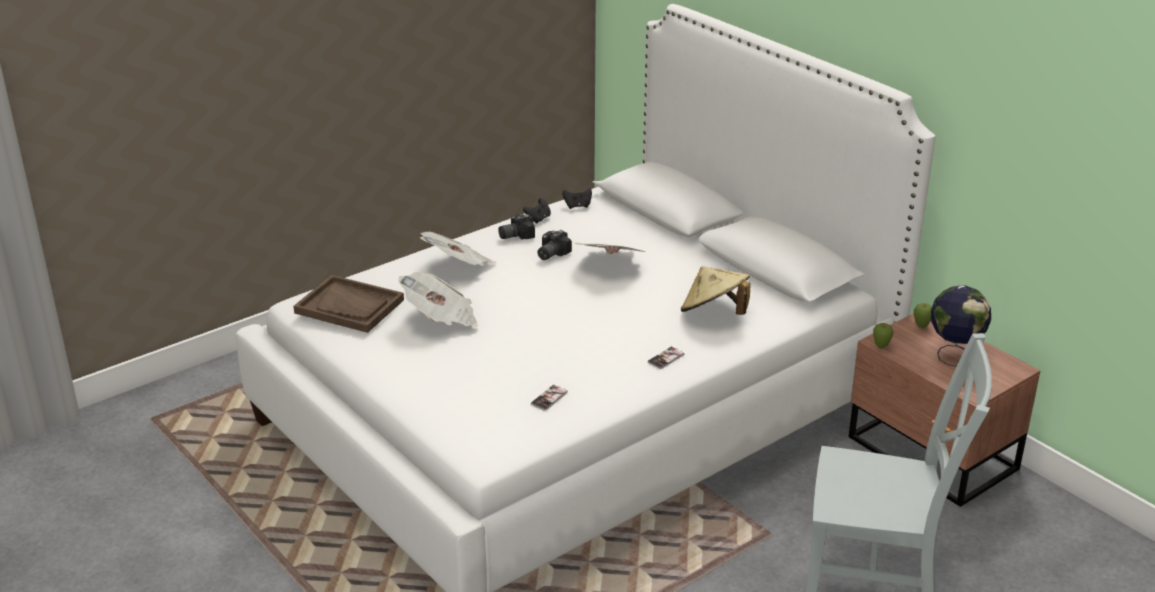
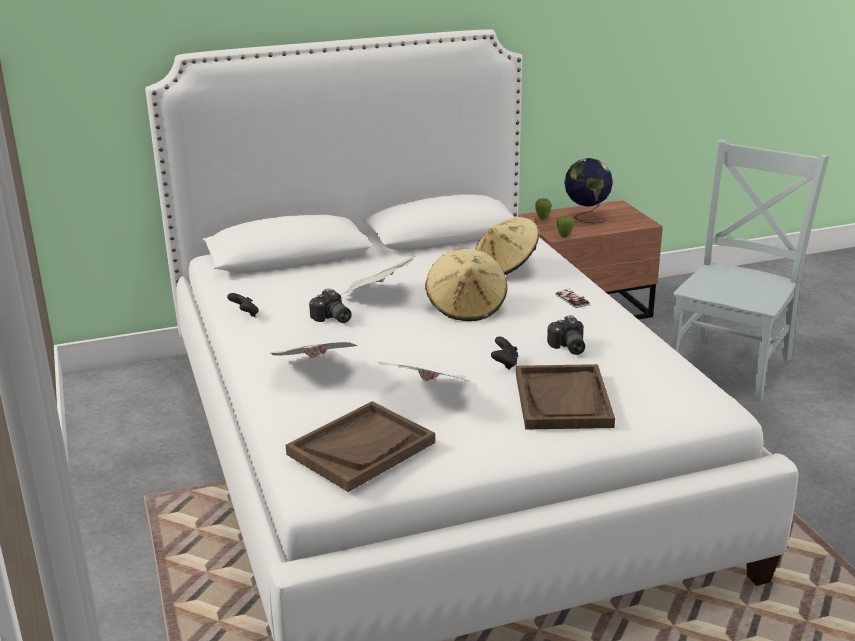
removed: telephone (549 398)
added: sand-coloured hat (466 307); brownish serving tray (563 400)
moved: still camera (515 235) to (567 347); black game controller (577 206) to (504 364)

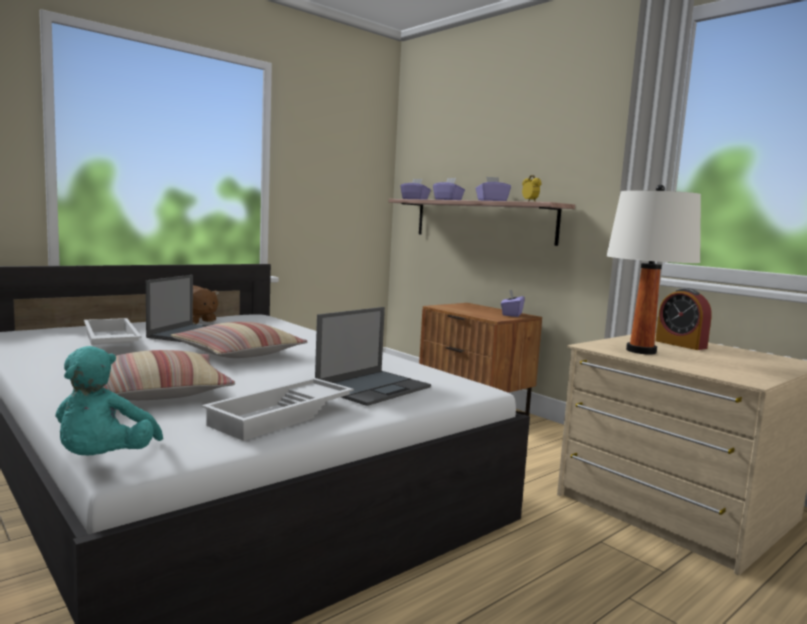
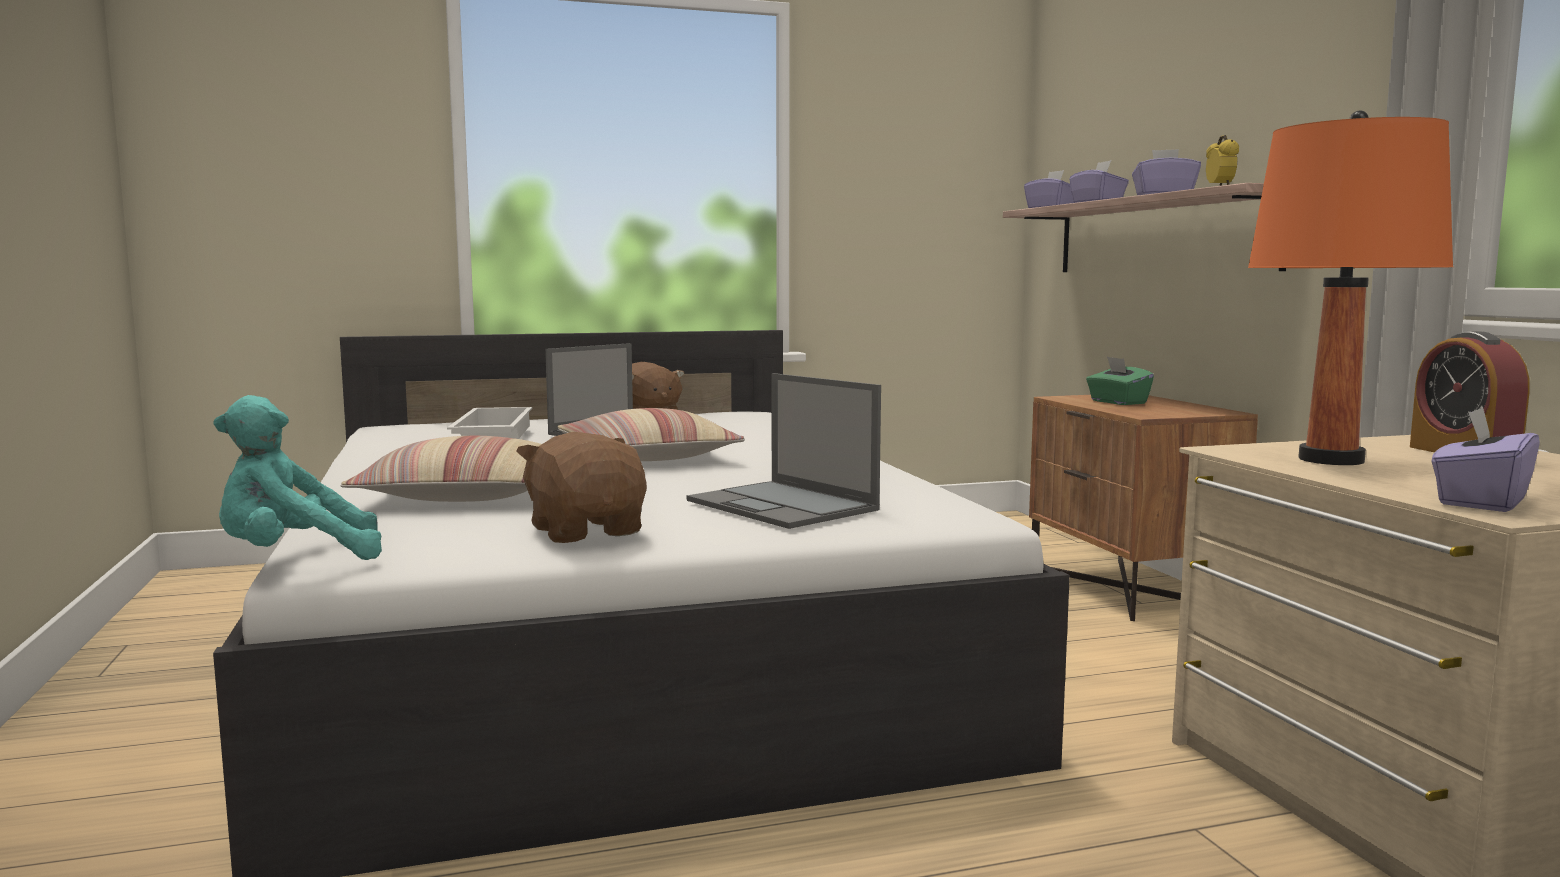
added: green-coloured box of tissues (1117 402)
moved: purple-coloured box of tissues (511 314) to (1480 501)
replaced: white serving tray (282 416) to brownish plush toy (587 531)
recoloured: white table lamp (641 351) to orangey table lamp (1331 460)
turned: turquoise plush toy (104 461) = (295 559) 45 degrees clockwise; portable computer (374 387) = (783 505) 75 degrees clockwise

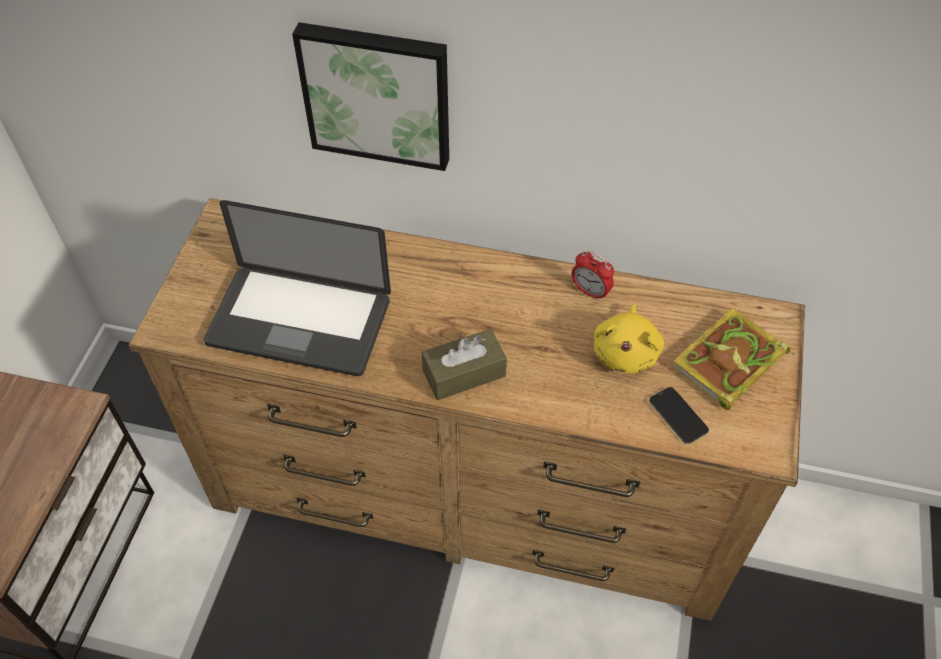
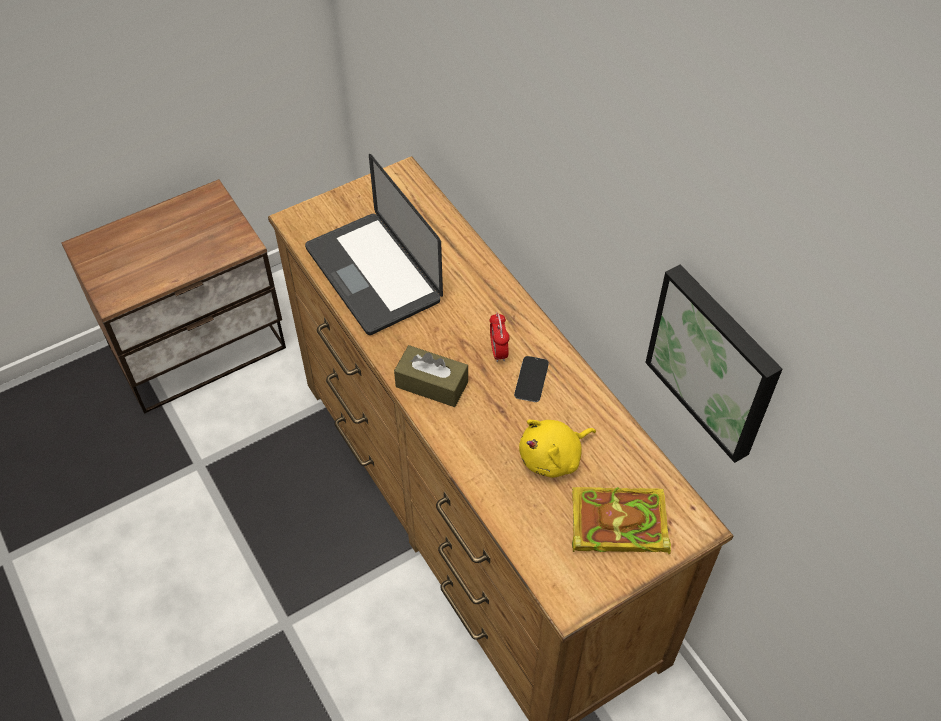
moved: picture (377 94) to (715 361); table clock (590 291) to (498 351); telephone (678 416) to (531 380)

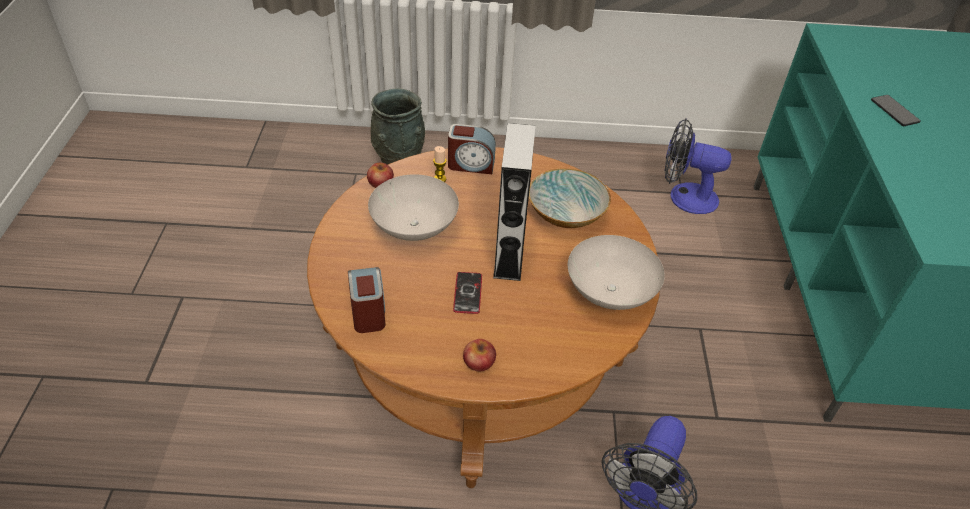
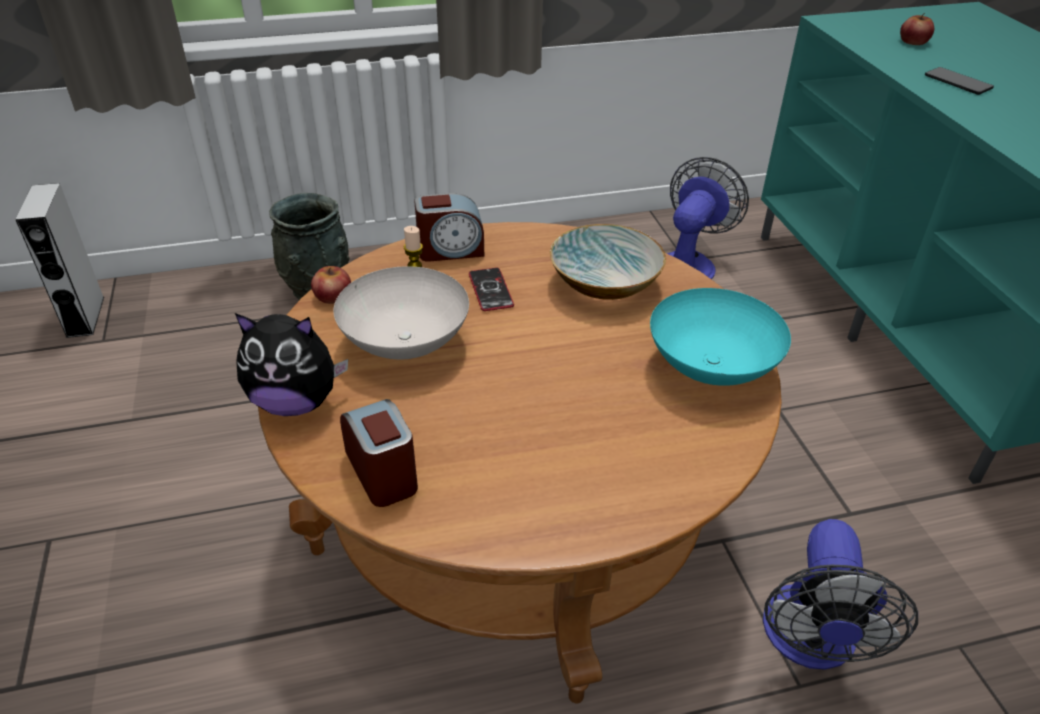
added: plush toy (296 402)
moved: telephone (467 293) to (490 290); apple (479 362) to (913 41); gray audio speaker (509 255) to (85 316)
recoloured: white serving bowl (609 291) to turquoise serving bowl (709 366)
turned: fan (684 196) = (689 263) 120 degrees clockwise

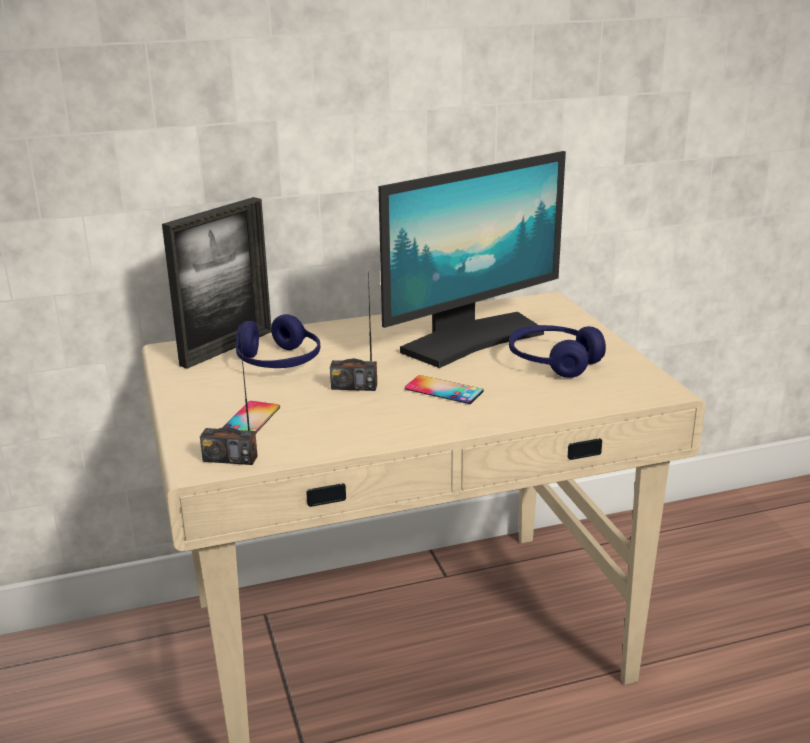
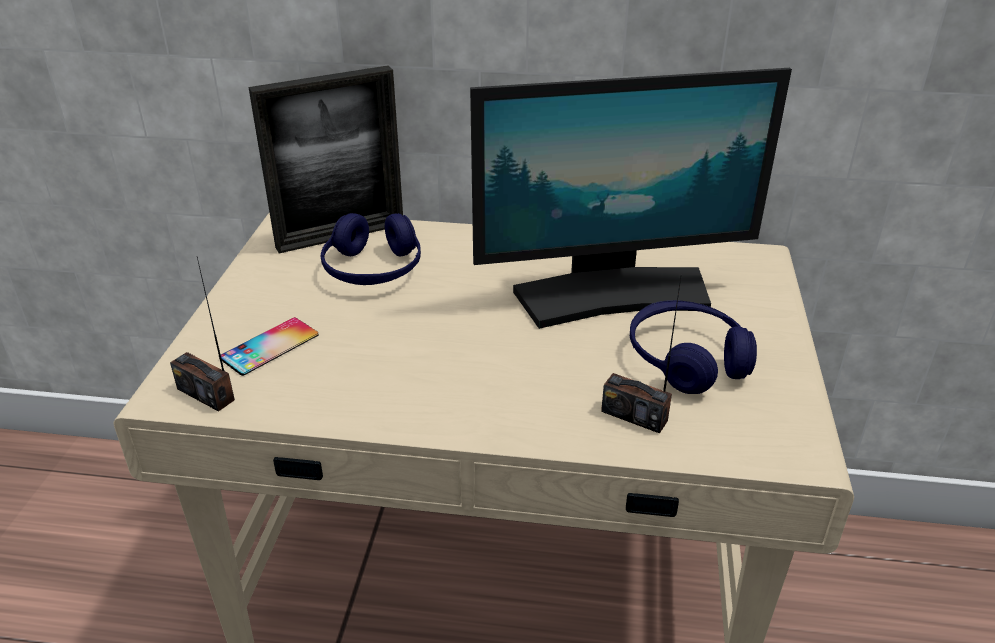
removed: telephone (444 390)
moved: radio (354 386) to (634 415)

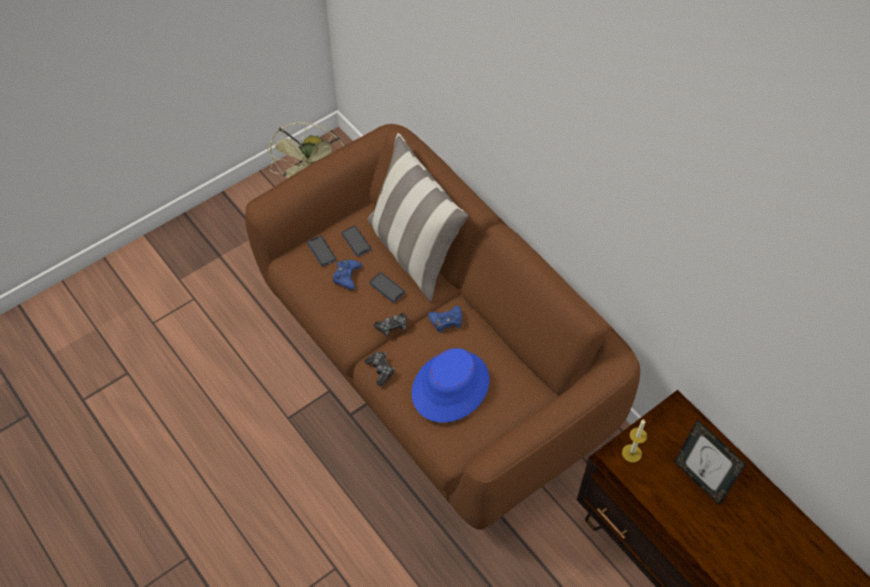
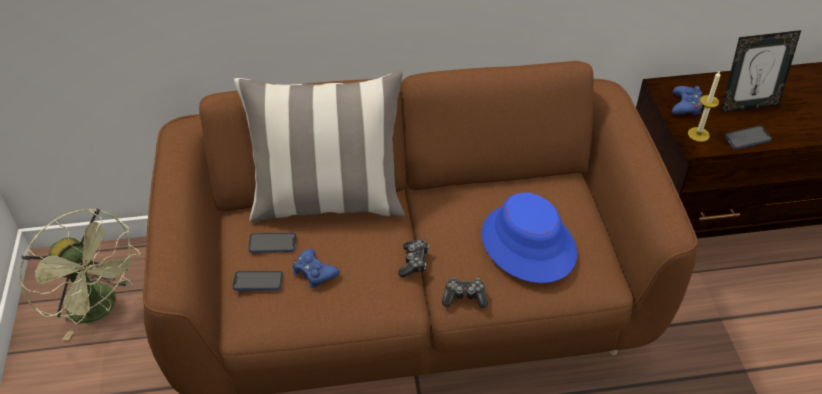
moved: telephone (387 288) to (747 138); blue-coloured game controller (446 321) to (686 105)

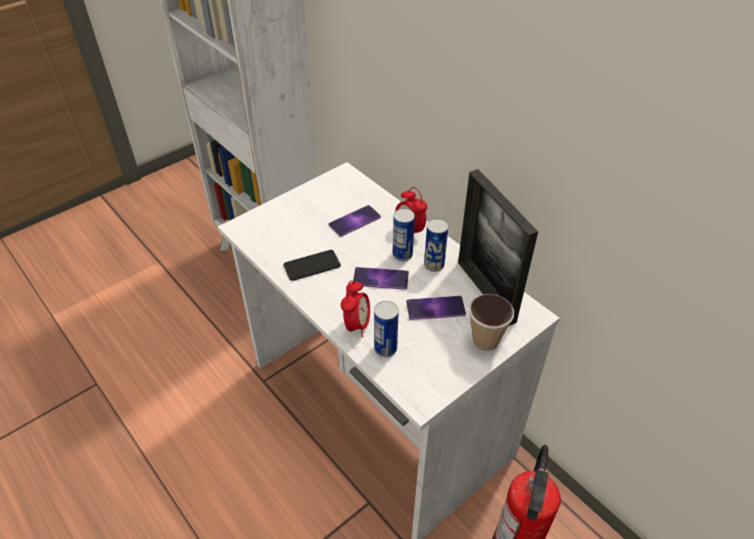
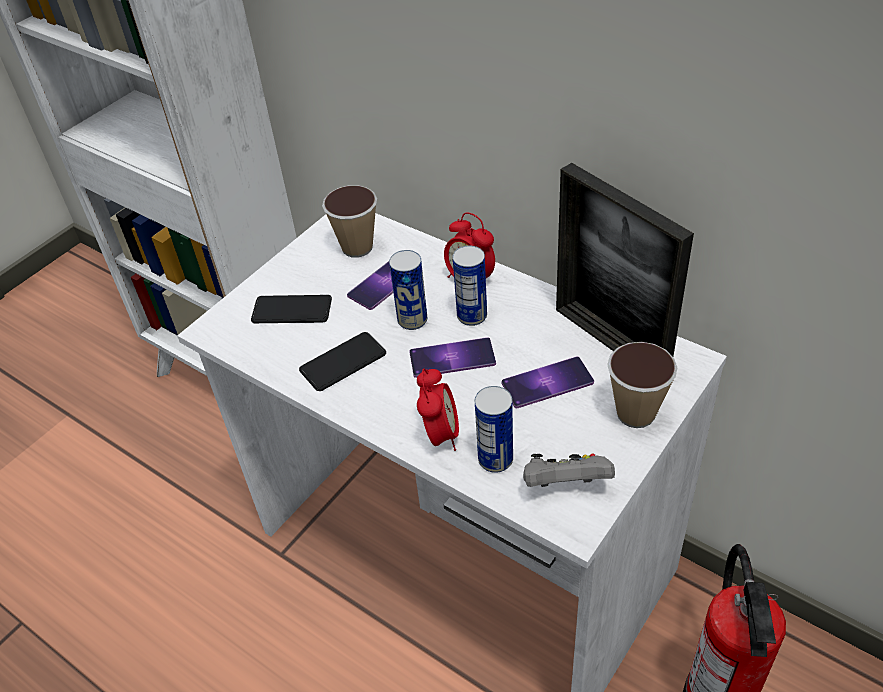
added: telephone (292 310); cup (357 247); gray game controller (565 485)
moved: sealed can (434 265) to (412 320)

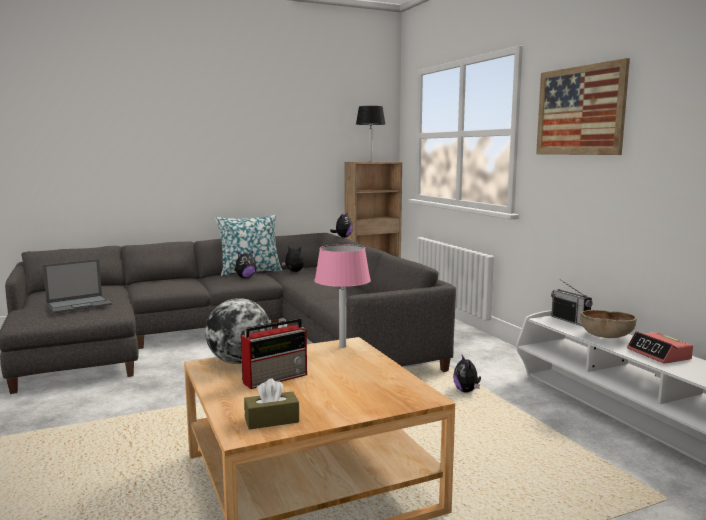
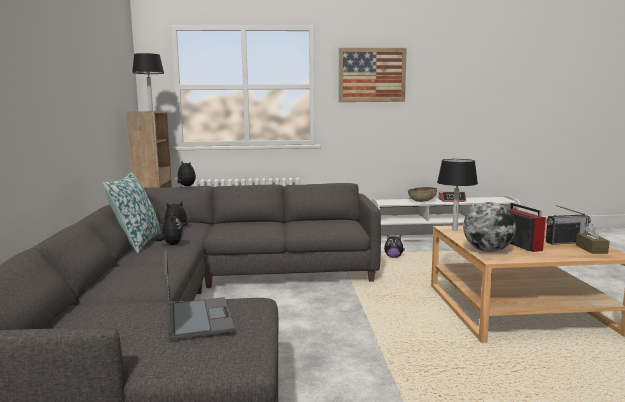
moved: radio (570 320) to (565 242)
recoloured: pink-coloured table lamp (342 346) to black table lamp (455 230)

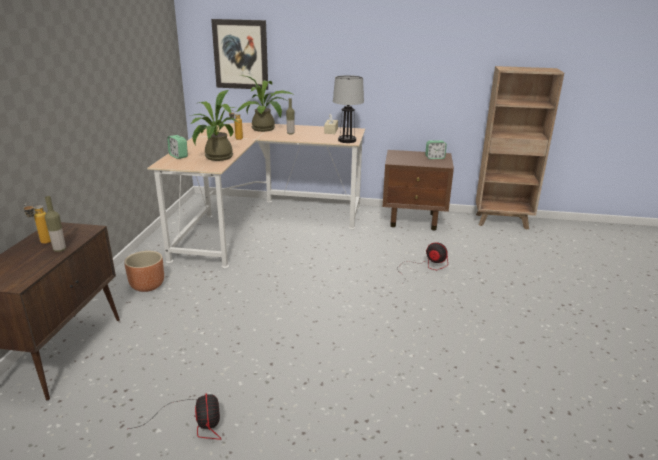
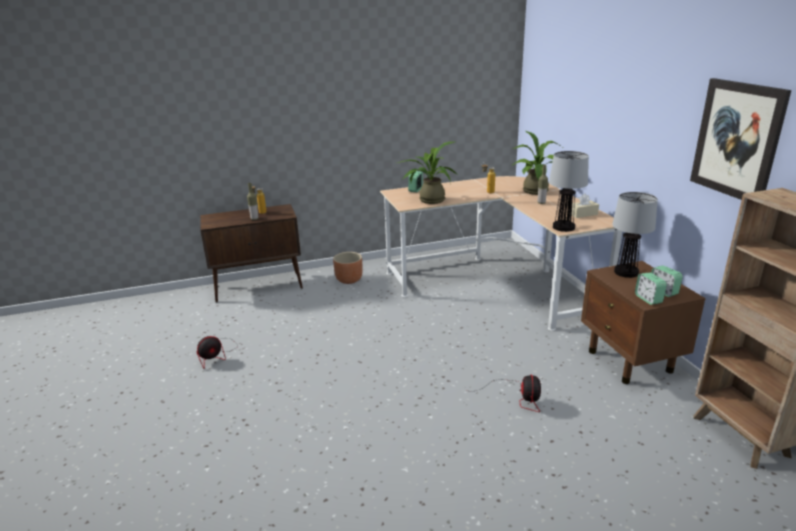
added: table lamp (626 272); table clock (648 299)
moved: picture (240 54) to (737 140)

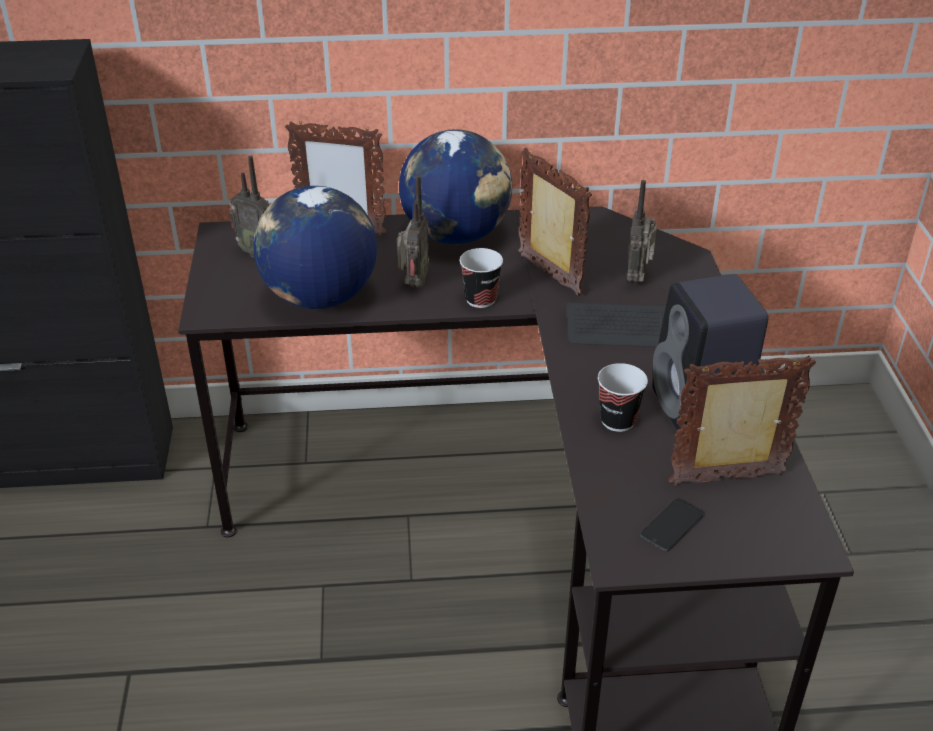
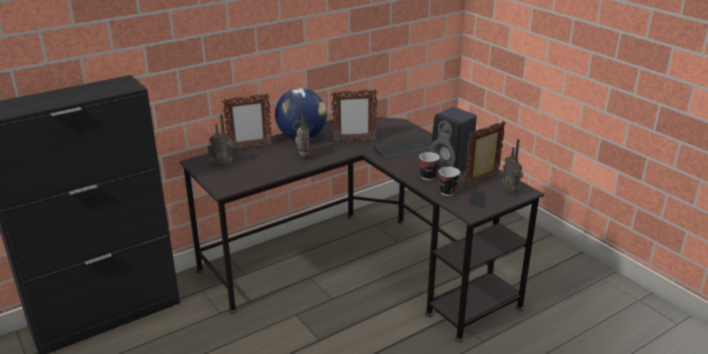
removed: globe (319 298)
moved: cup (480 299) to (447 192); radio (638 278) to (511 190)
turned: standing frame (549 276) = (354 141) 150 degrees clockwise

